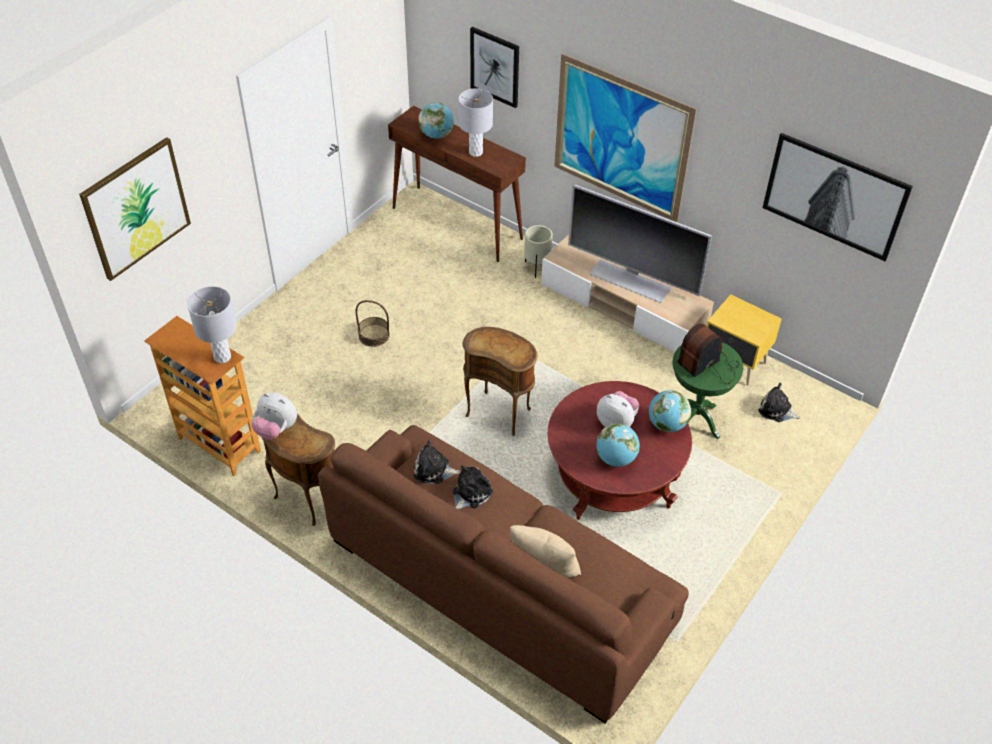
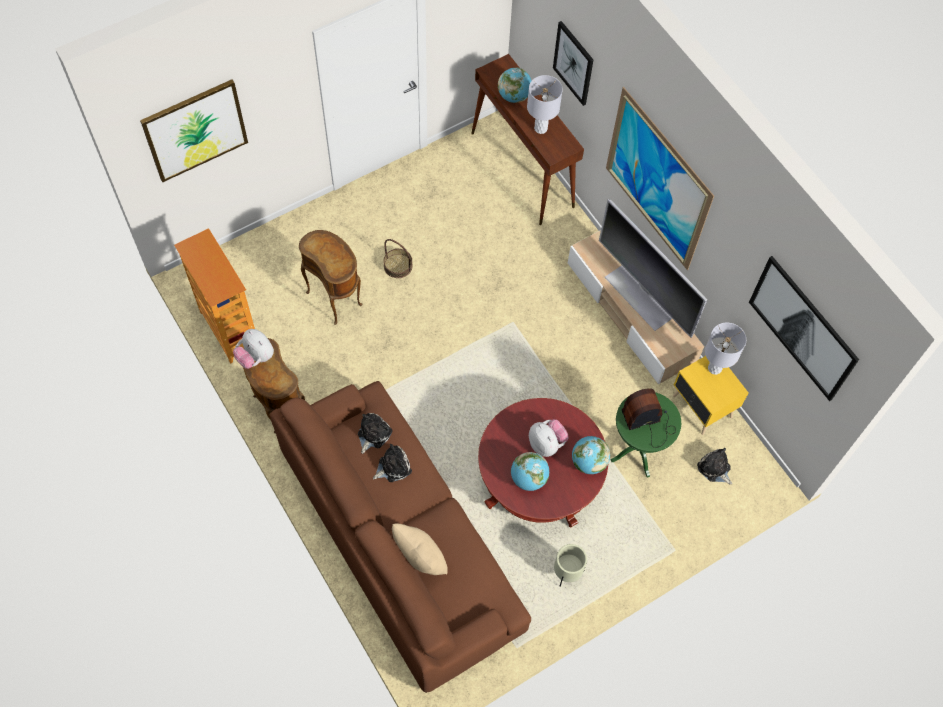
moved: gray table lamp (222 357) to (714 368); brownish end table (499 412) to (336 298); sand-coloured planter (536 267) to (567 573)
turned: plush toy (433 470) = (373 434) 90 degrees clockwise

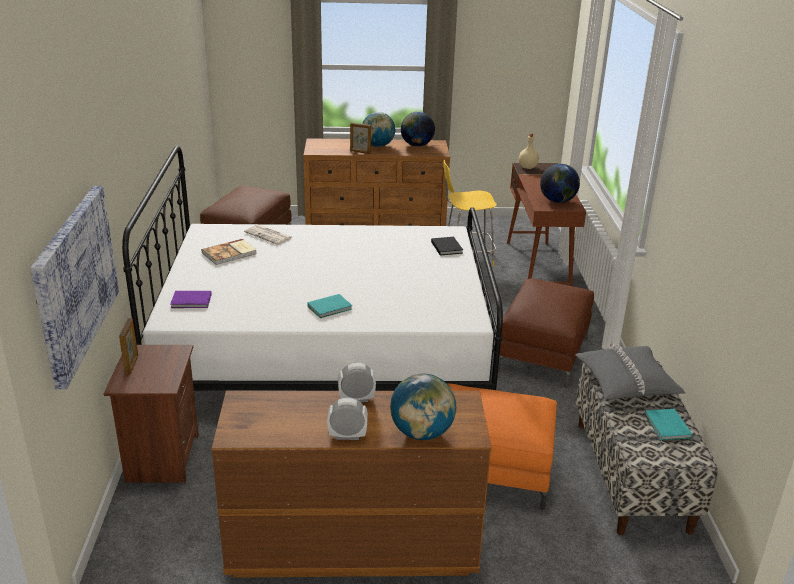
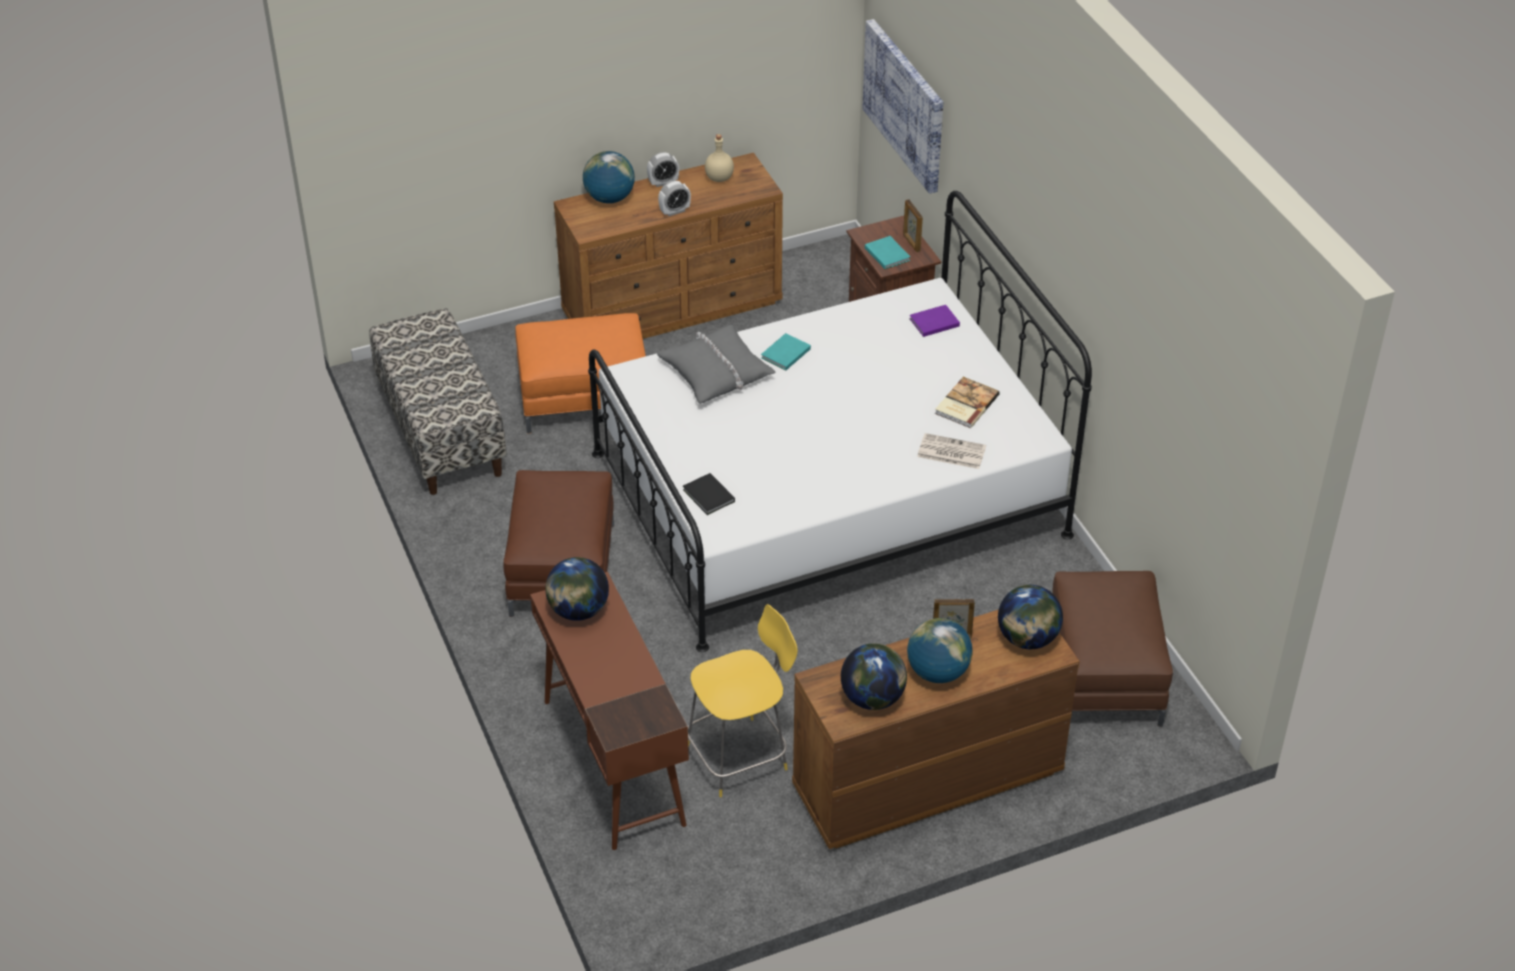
added: globe (1027 639)
moved: sand-coloured beverage bottle (527 167) to (719 177); gray cushion (626 381) to (716 372); turquoise book (667 427) to (887 253)

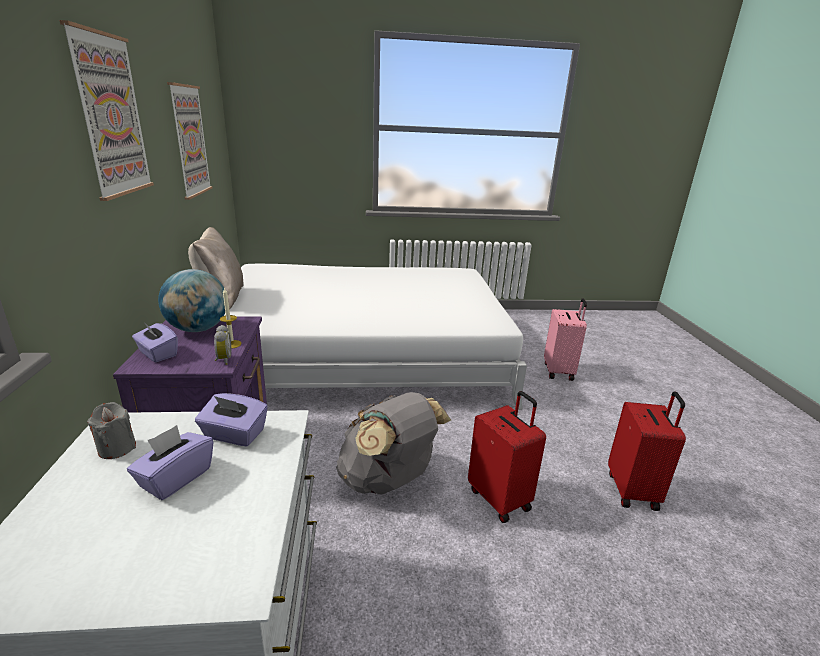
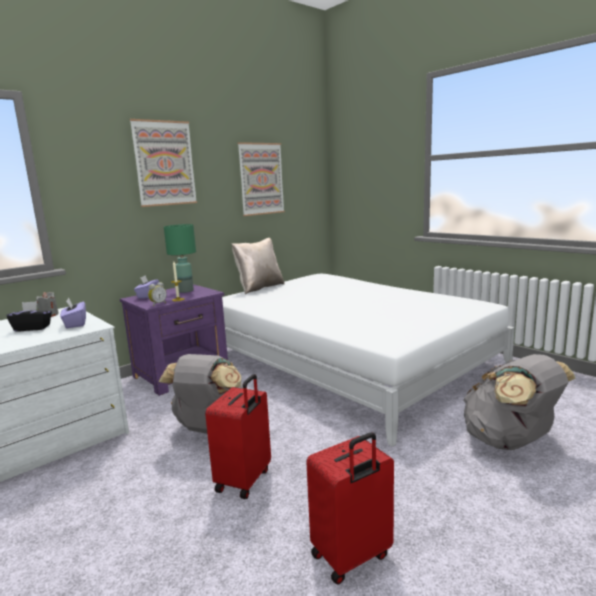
replaced: globe (198 329) to green-coloured table lamp (185 291); pink-coloured piece of luggage (559 371) to gray knapsack (510 442)
recoloured: purple-coloured box of tissues (176 478) to black box of tissues (32 328)

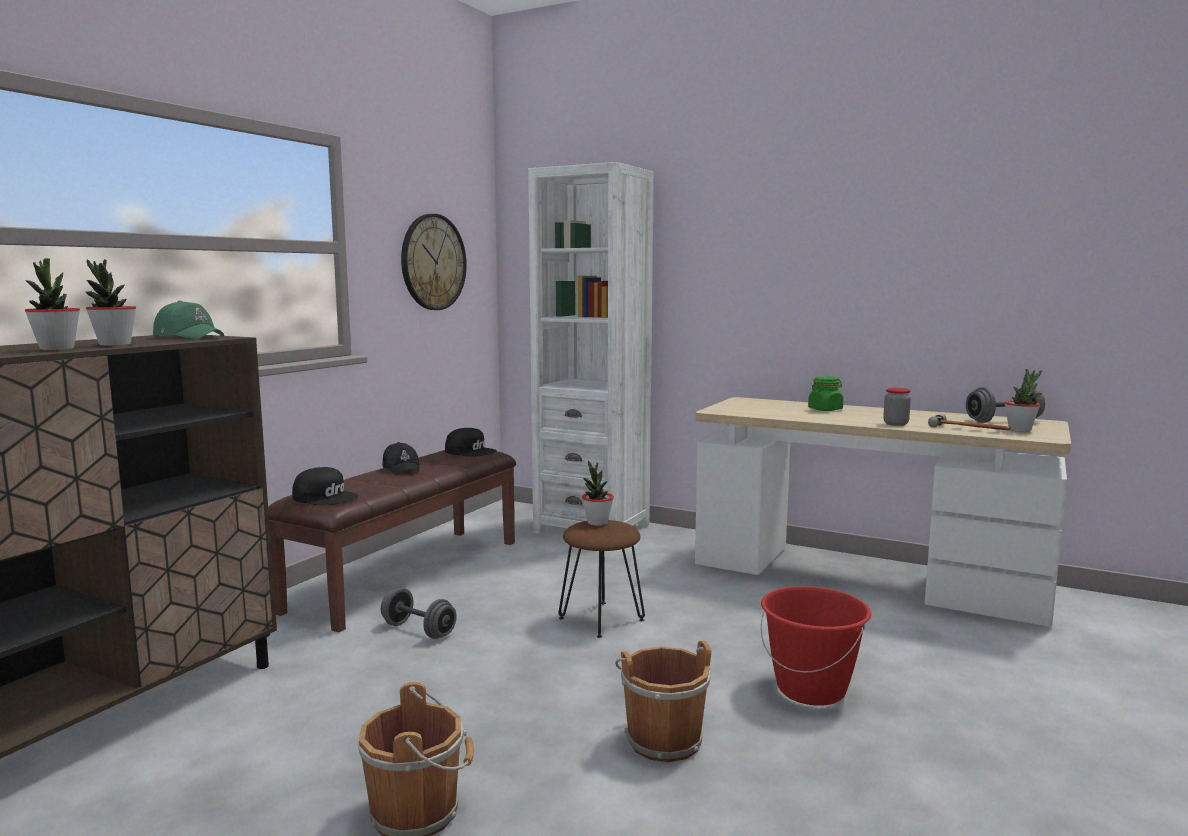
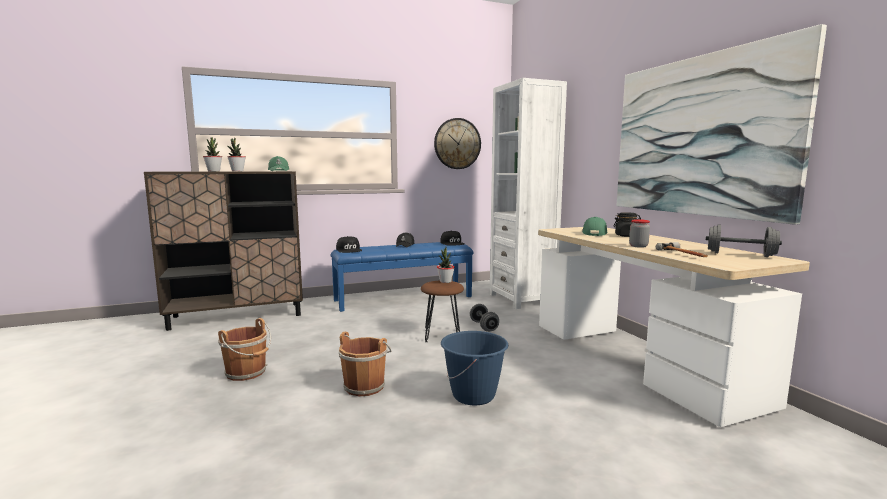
removed: plant in a pot (1020 430)
added: green-coloured baseball cap (594 233); picture (699 136)
moved: gray hand weight (418 630) to (484 326)
recoloured: brownish long seat (407 574) to blue-coloured long seat (403 298); red bucket (811 689) to blue-coloured bucket (474 395); green-coloured preserve jar (825 409) to black preserve jar (626 236)

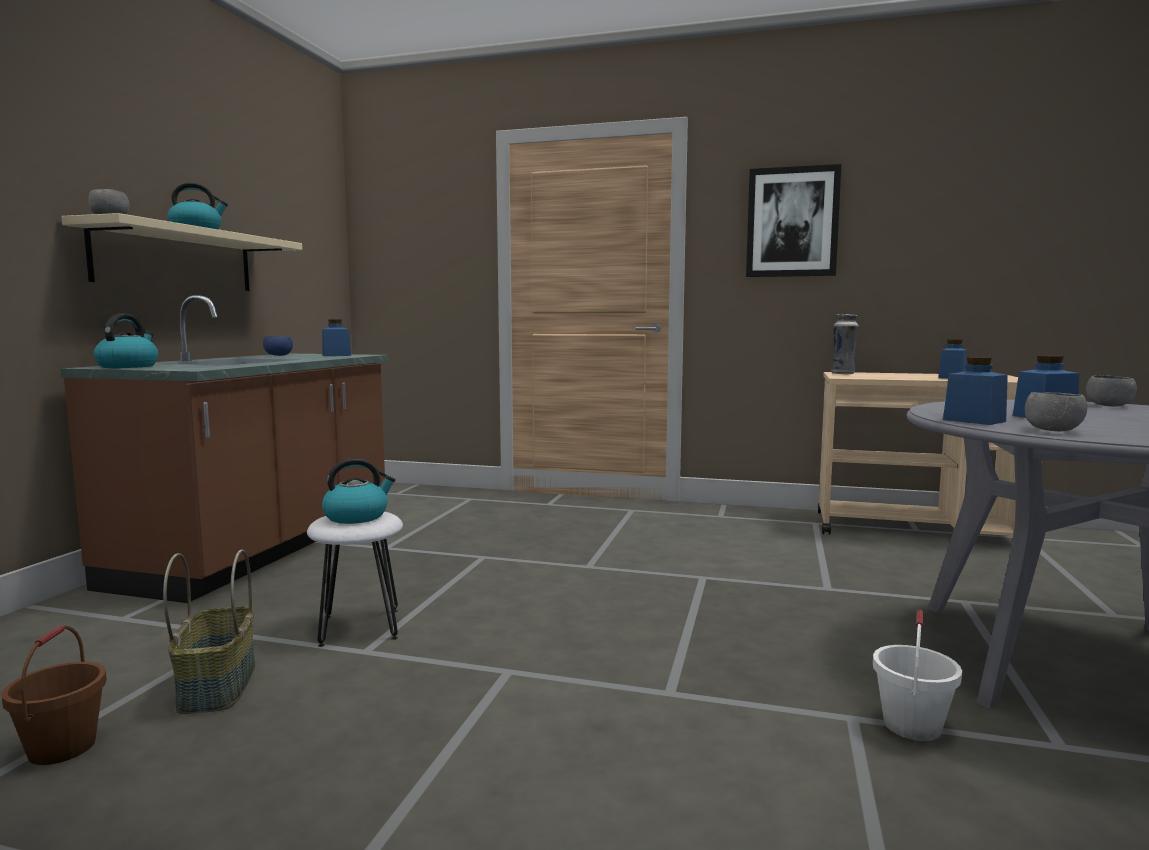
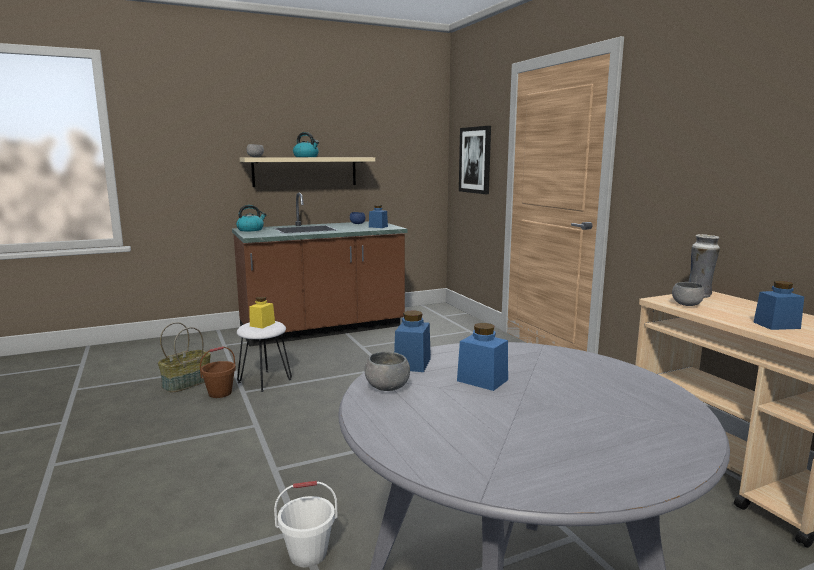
moved: brownish bucket (62 748) to (220 393); picture (792 222) to (475 160); gray serving bowl (1108 406) to (686 304)
replaced: tea kettle (357 516) to yellow preserve jar (262 324)

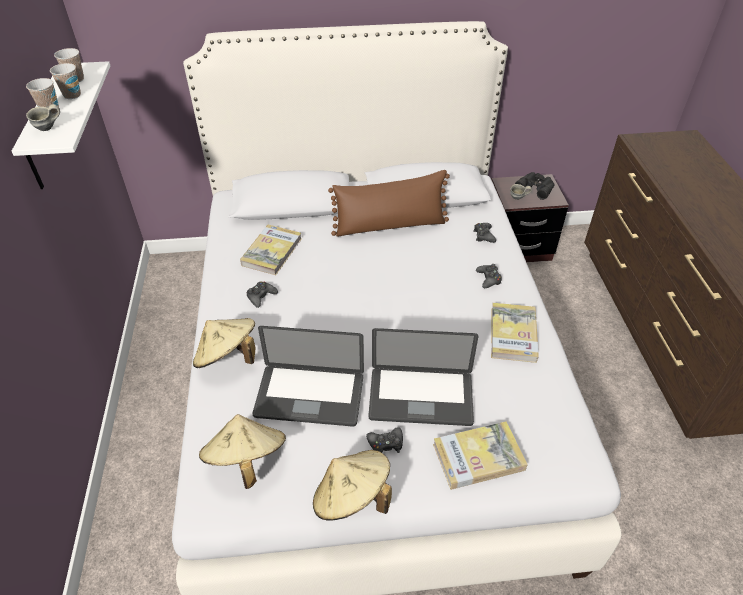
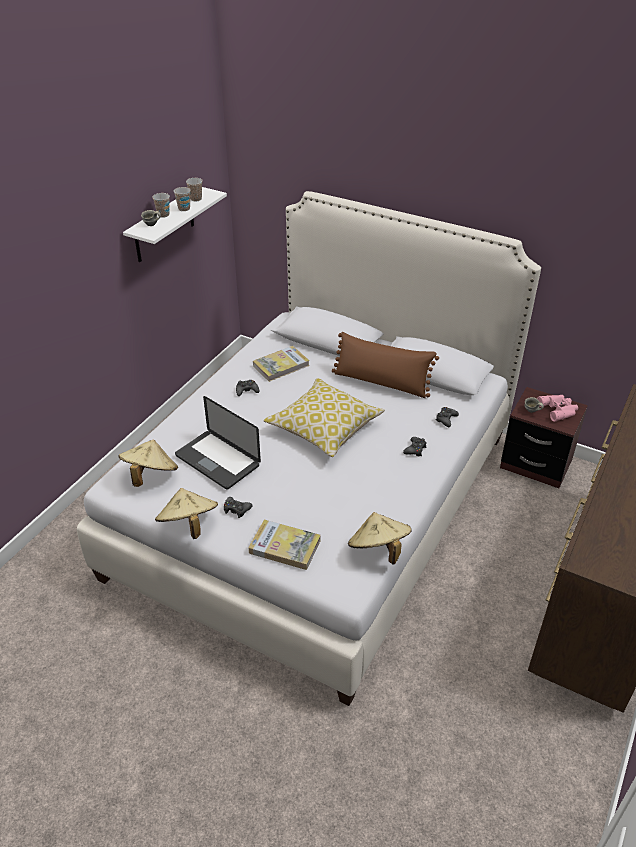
removed: portable computer (421 397); book (513 334)
added: cushion (324 427)
moved: sand-coloured hat (228 358) to (378 550)
recoloured: black binoculars (536 187) to pink-coloured binoculars (558 410)

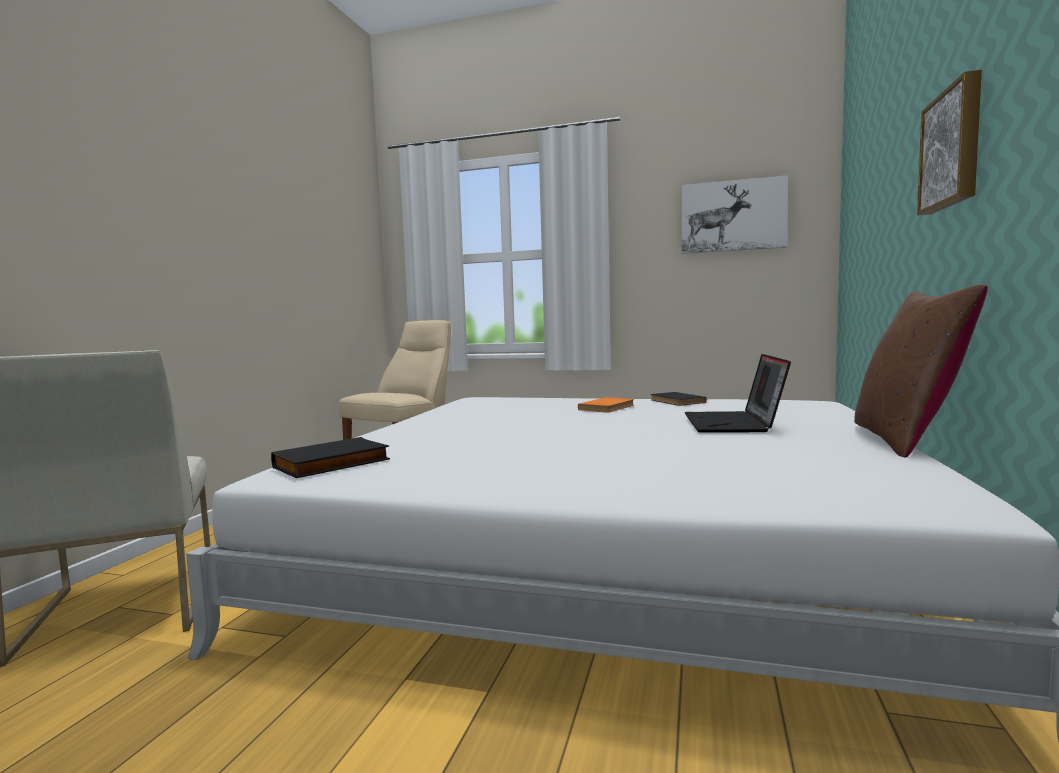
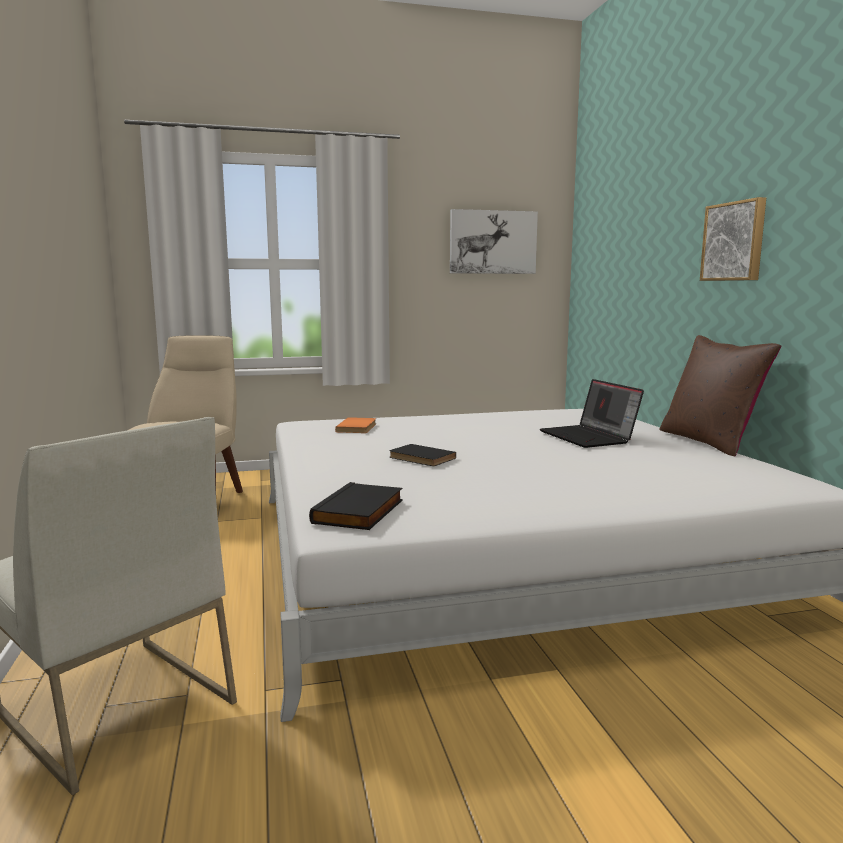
moved: orangey book (608 407) to (358 427); black book (675 401) to (420 458)

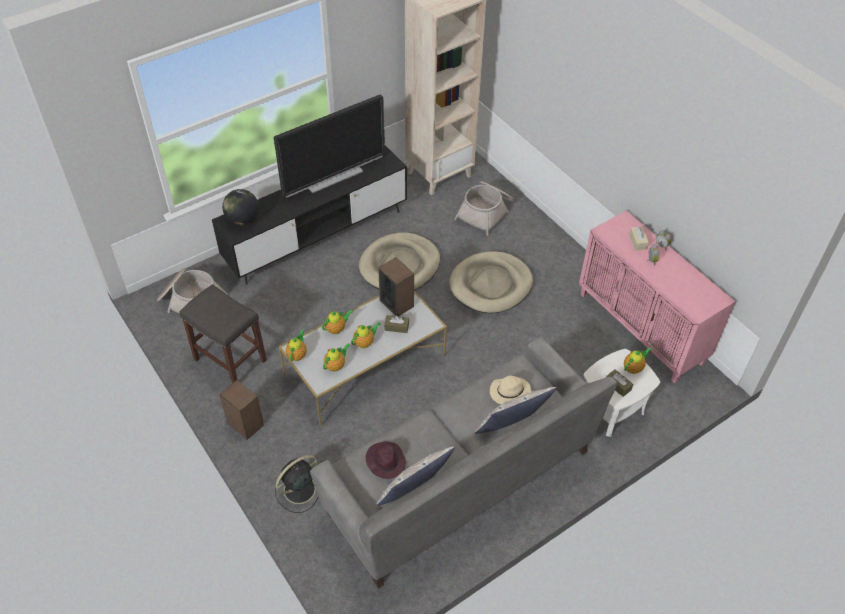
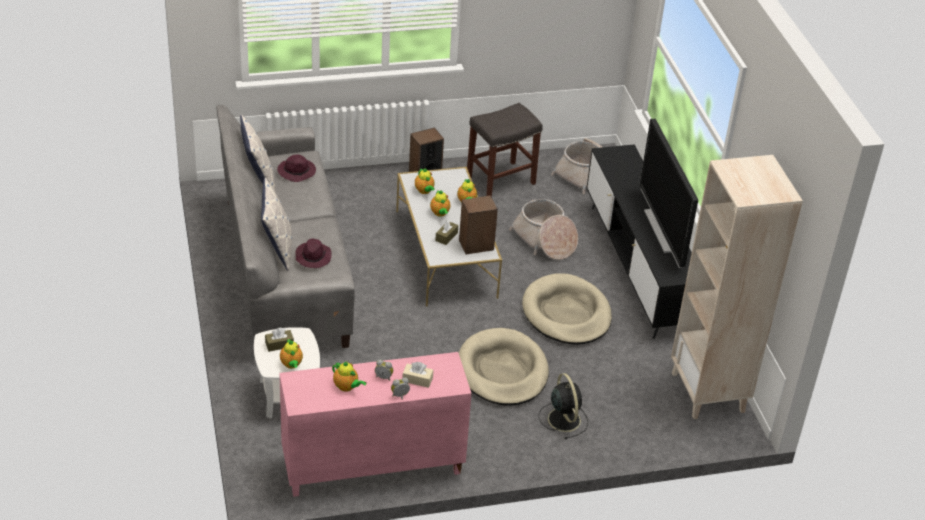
removed: globe (243 220)
moved: black fan (298 490) to (563 418); tea pot (297 354) to (347 387); basket (485 212) to (545 240)
recoloured: sand-coloured hat (509 392) to purple-coloured hat (313 257)

